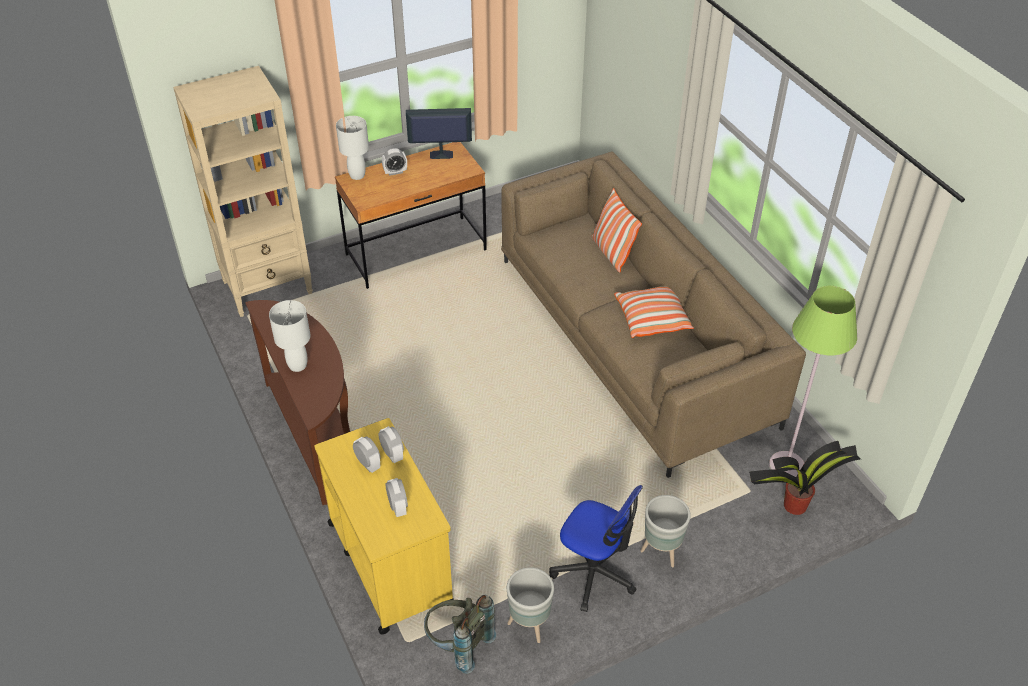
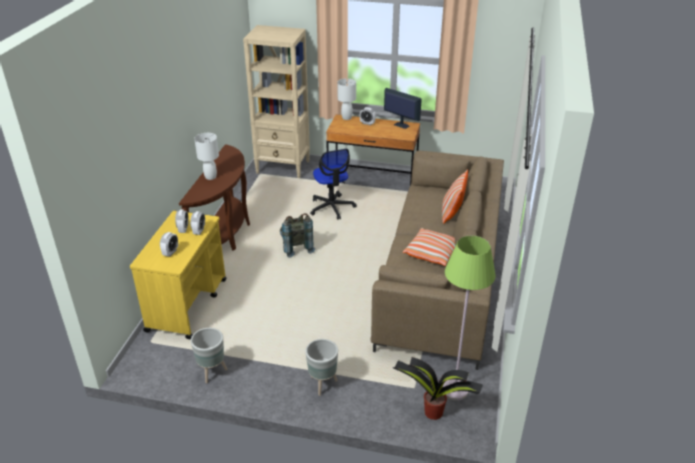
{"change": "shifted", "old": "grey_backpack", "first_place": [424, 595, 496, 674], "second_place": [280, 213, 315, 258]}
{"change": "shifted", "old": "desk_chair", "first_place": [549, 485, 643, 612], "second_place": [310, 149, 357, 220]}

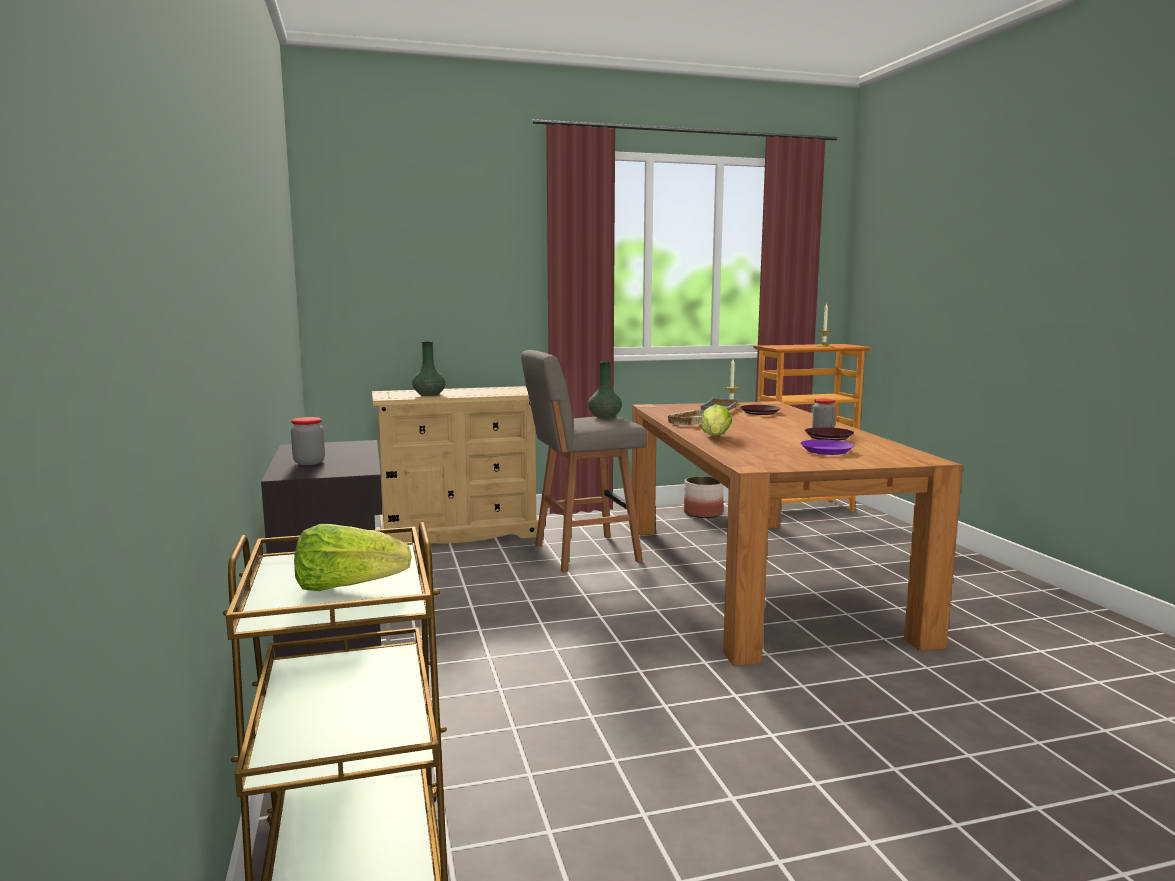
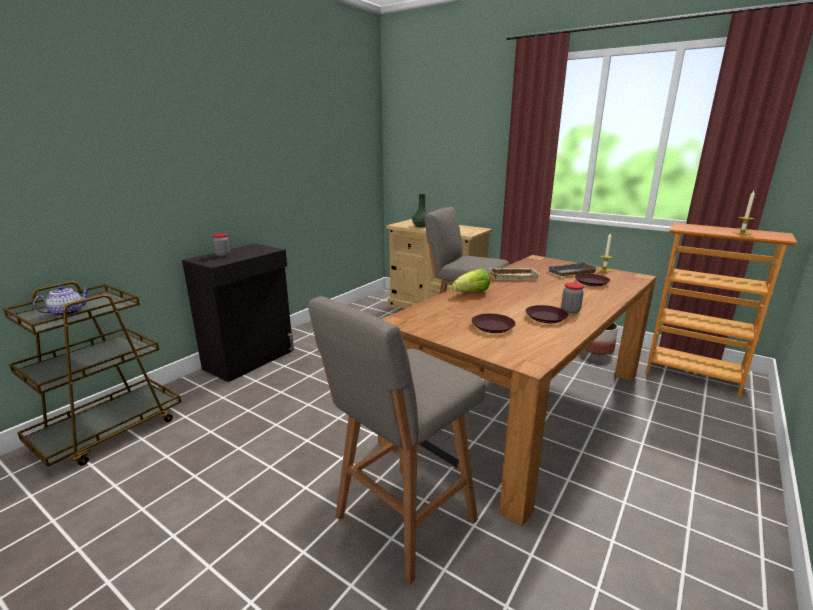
{"change": "swapped", "old": "lettuce", "new": "pot_for_tea", "first_place": [294, 524, 412, 591], "second_place": [33, 286, 90, 317]}
{"change": "new", "new": "grey_stool_seat", "second_place": [308, 296, 486, 584]}
{"change": "repainted", "old": "purple-coloured_dinner_plate", "new": "brown_dinner_plate", "first_place": [800, 440, 854, 455], "second_place": [471, 314, 516, 333]}
{"change": "gone", "old": "green-coloured_decorative_vase", "first_place": [588, 361, 622, 418]}

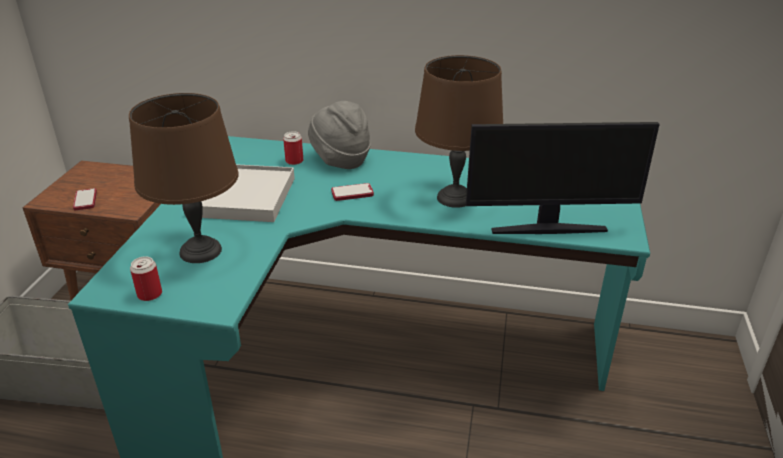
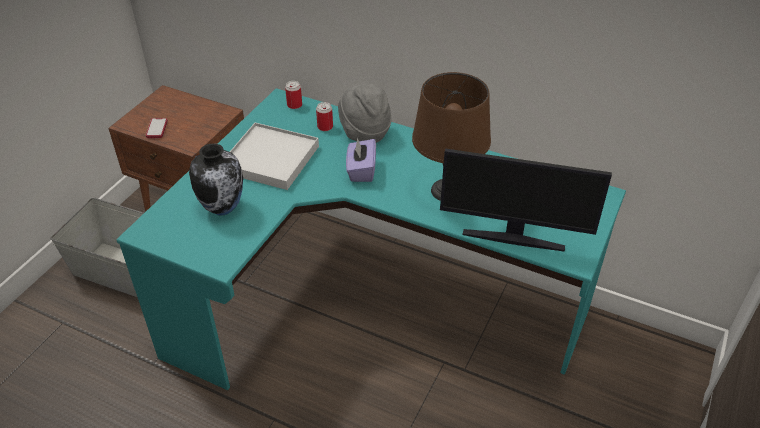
{"change": "swapped", "old": "brown_tabletop_lamp", "new": "decorative_vase", "first_place": [129, 93, 239, 263], "second_place": [189, 143, 243, 216]}
{"change": "shifted", "old": "can", "first_place": [130, 256, 162, 301], "second_place": [285, 81, 302, 109]}
{"change": "swapped", "old": "phone", "new": "purple-coloured_tissue_holder", "first_place": [331, 183, 374, 201], "second_place": [346, 137, 376, 182]}

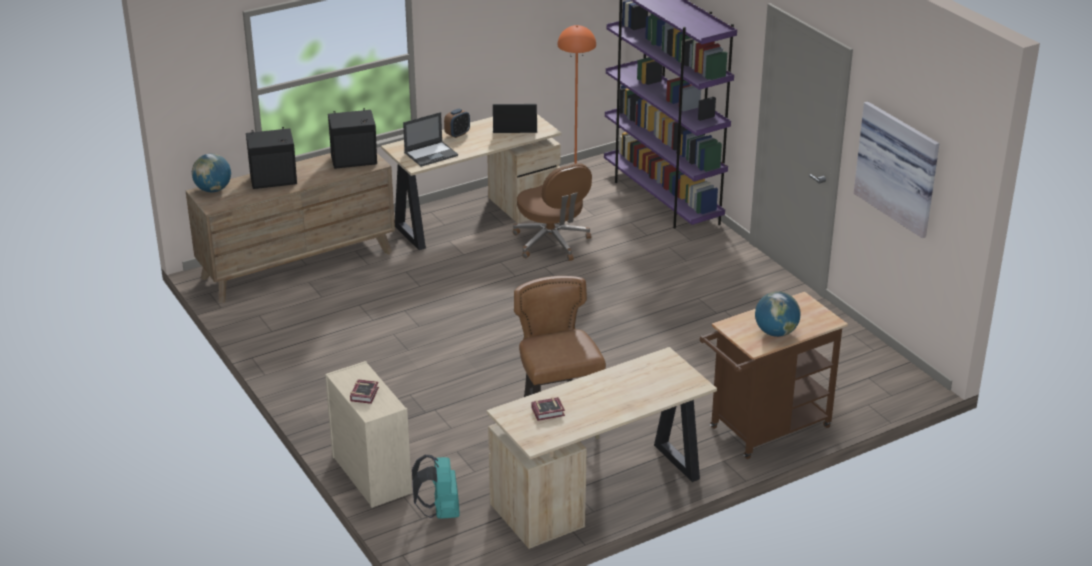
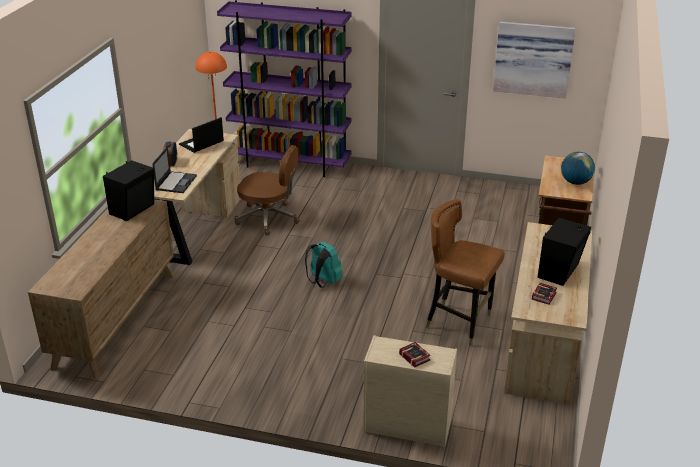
{"change": "shifted", "old": "blue-green_backpack", "first_place": [412, 455, 460, 519], "second_place": [305, 242, 343, 288]}
{"change": "shifted", "old": "black_loudspeaker", "first_place": [246, 127, 297, 189], "second_place": [538, 218, 591, 286]}
{"change": "gone", "old": "globe", "first_place": [192, 154, 231, 192]}

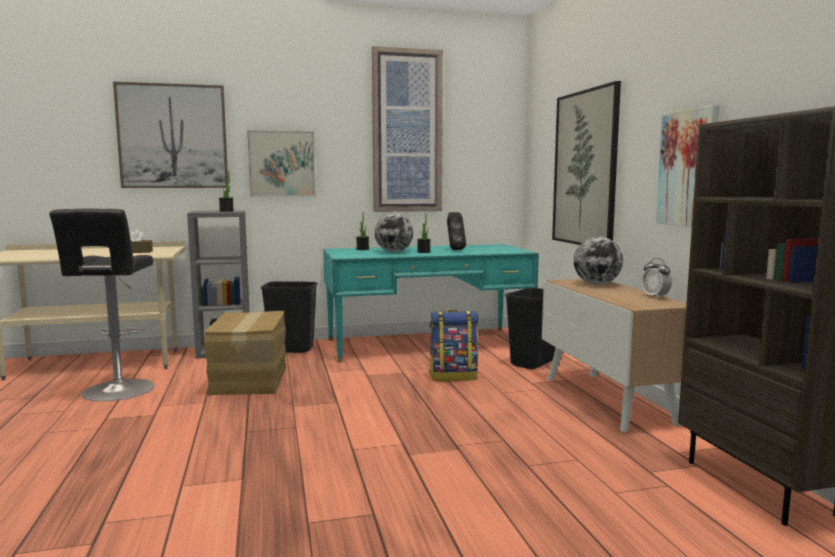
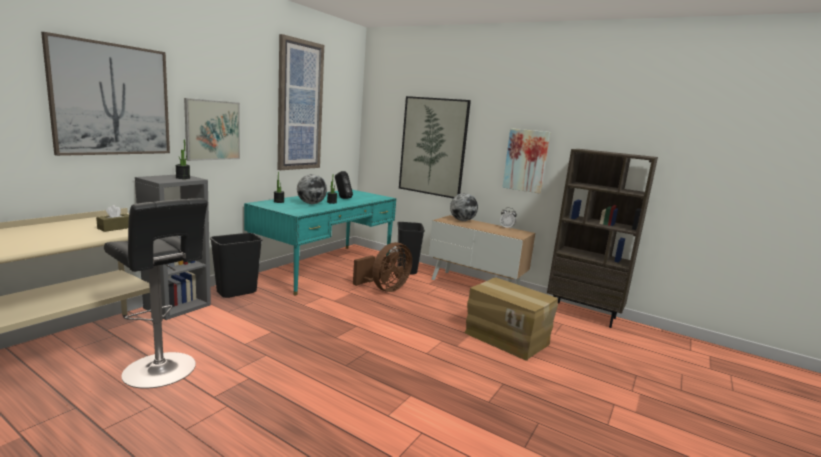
{"change": "swapped", "old": "backpack", "new": "brown_cooling_fan", "first_place": [429, 310, 478, 381], "second_place": [353, 242, 412, 292]}
{"change": "shifted", "old": "cardboard_box", "first_place": [204, 311, 286, 396], "second_place": [465, 278, 558, 361]}

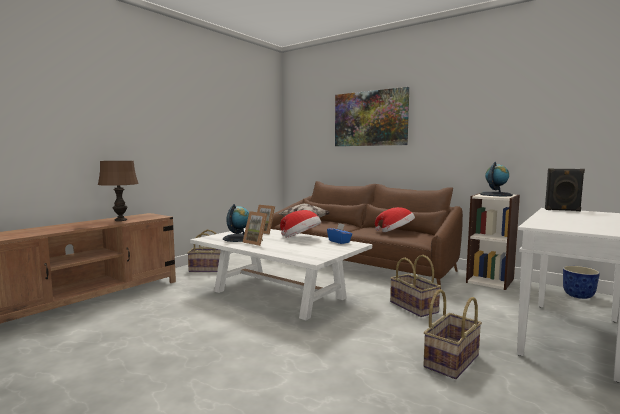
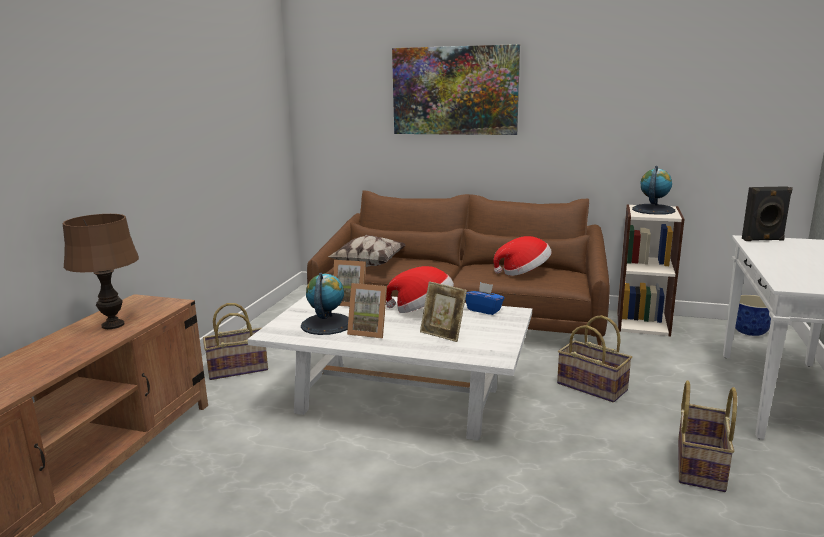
{"change": "new", "new": "picture_frame", "second_place": [420, 281, 467, 342]}

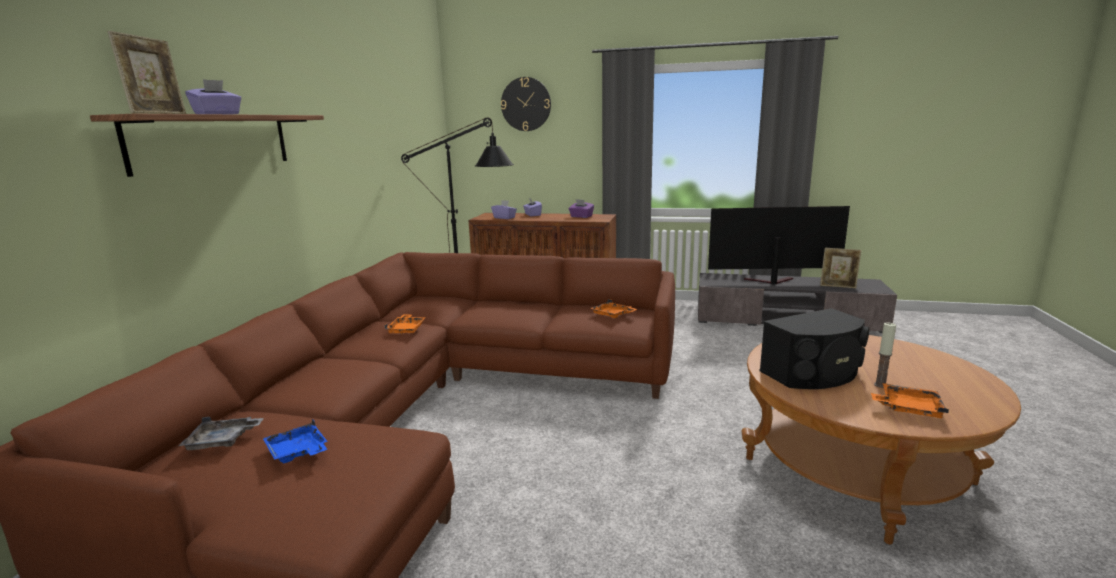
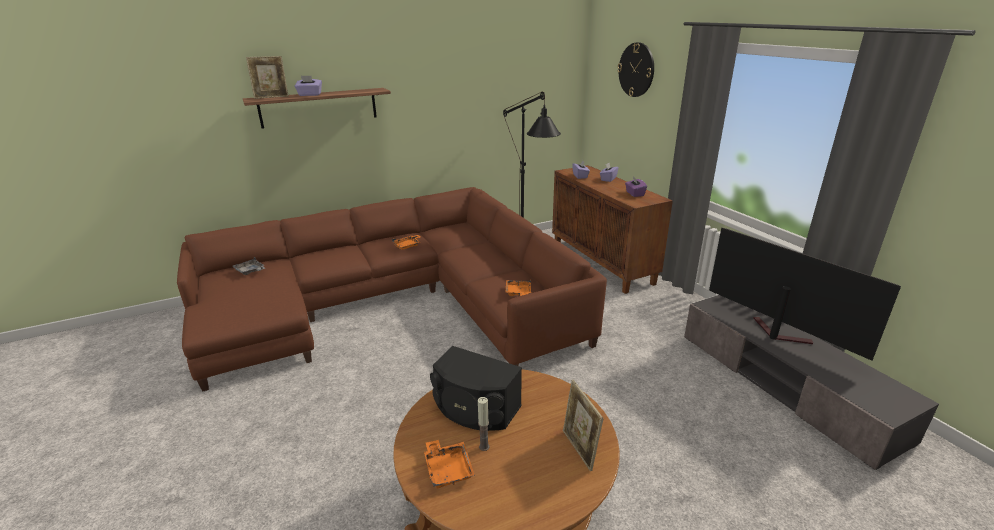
{"change": "shifted", "old": "picture_frame", "first_place": [820, 248, 862, 288], "second_place": [563, 380, 603, 471]}
{"change": "gone", "old": "bluish_carrying_tray", "first_place": [263, 419, 328, 464]}

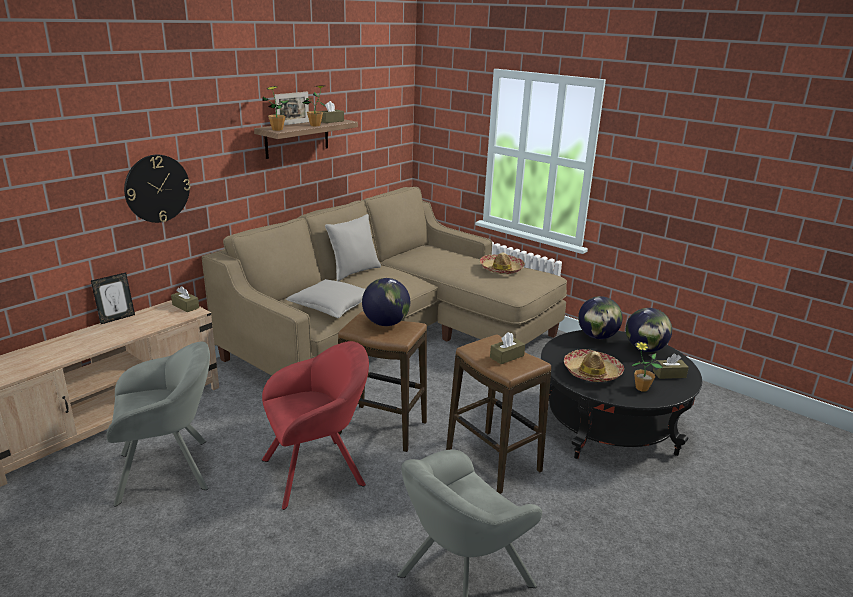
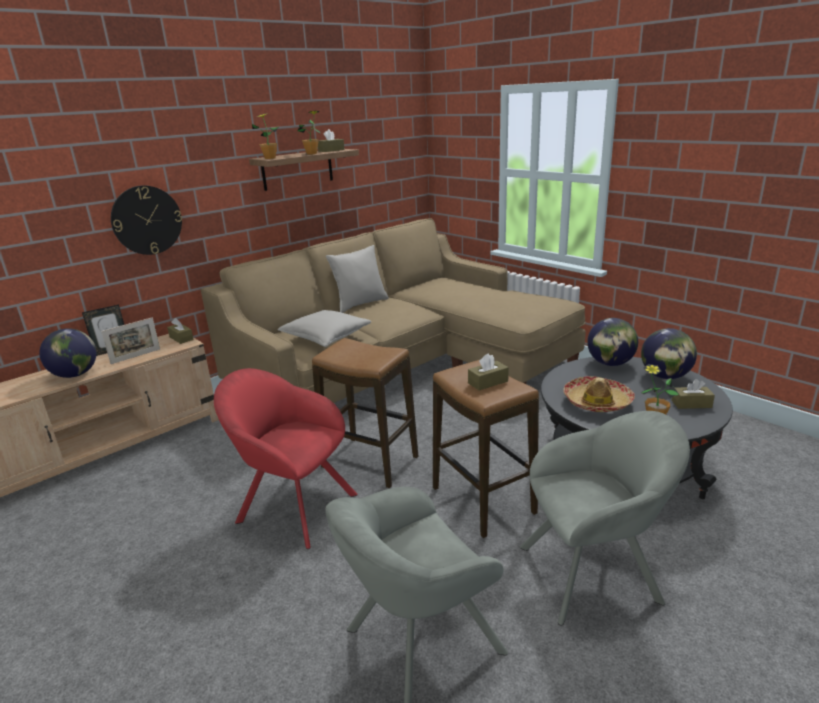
{"change": "shifted", "old": "globe", "first_place": [362, 278, 410, 326], "second_place": [39, 328, 97, 378]}
{"change": "shifted", "old": "picture_frame", "first_place": [275, 91, 309, 125], "second_place": [101, 318, 160, 364]}
{"change": "rotated", "old": "red_armchair", "first_place": [262, 341, 369, 510], "second_place": [214, 368, 358, 549], "degrees": -135}
{"change": "shifted", "old": "grey_armchair", "first_place": [106, 341, 210, 506], "second_place": [520, 411, 690, 626]}
{"change": "gone", "old": "wearable_hat", "first_place": [480, 252, 525, 274]}

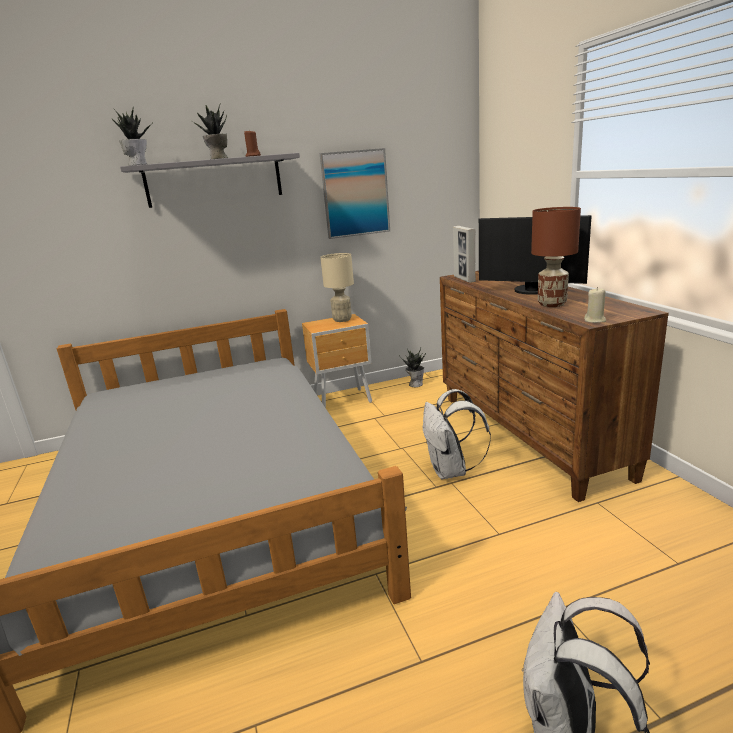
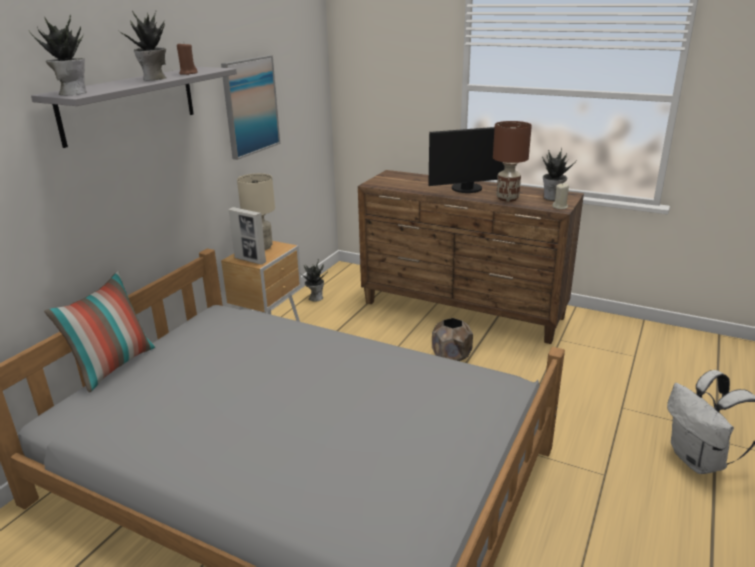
{"change": "new", "new": "pillow", "second_place": [44, 271, 155, 393]}
{"change": "shifted", "old": "picture_frame", "first_place": [453, 226, 476, 283], "second_place": [229, 207, 266, 265]}
{"change": "swapped", "old": "whitish_backpack", "new": "brown_planter", "first_place": [423, 389, 491, 480], "second_place": [432, 318, 473, 361]}
{"change": "new", "new": "plant_in_a_pot", "second_place": [542, 148, 576, 200]}

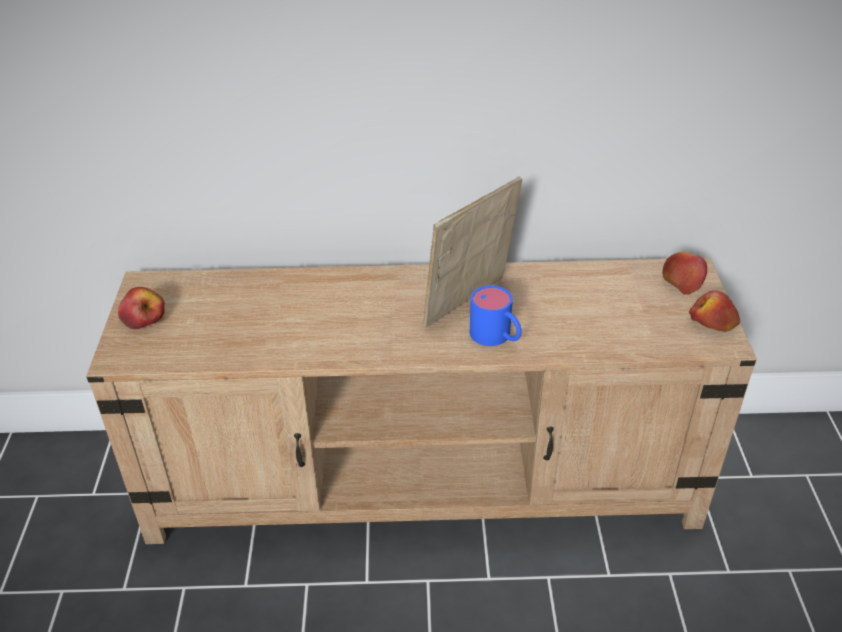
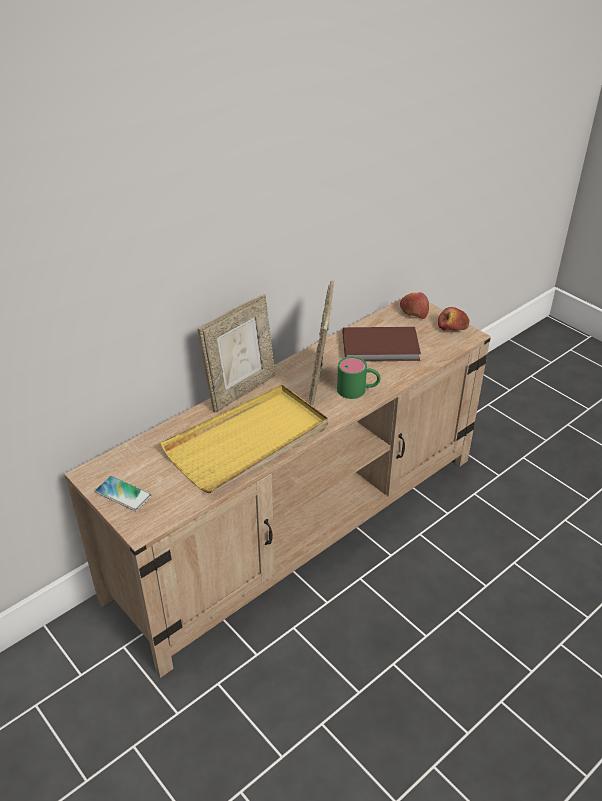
{"change": "swapped", "old": "apple", "new": "phone", "first_place": [118, 287, 165, 329], "second_place": [95, 476, 151, 511]}
{"change": "new", "new": "yellowish_carrying_tray", "second_place": [160, 385, 328, 493]}
{"change": "new", "new": "picture_frame", "second_place": [198, 294, 275, 412]}
{"change": "repainted", "old": "bluish_coffee_mug", "new": "green-coloured_coffee_mug", "first_place": [470, 285, 522, 346], "second_place": [337, 356, 380, 399]}
{"change": "new", "new": "brown_book", "second_place": [343, 327, 421, 361]}

